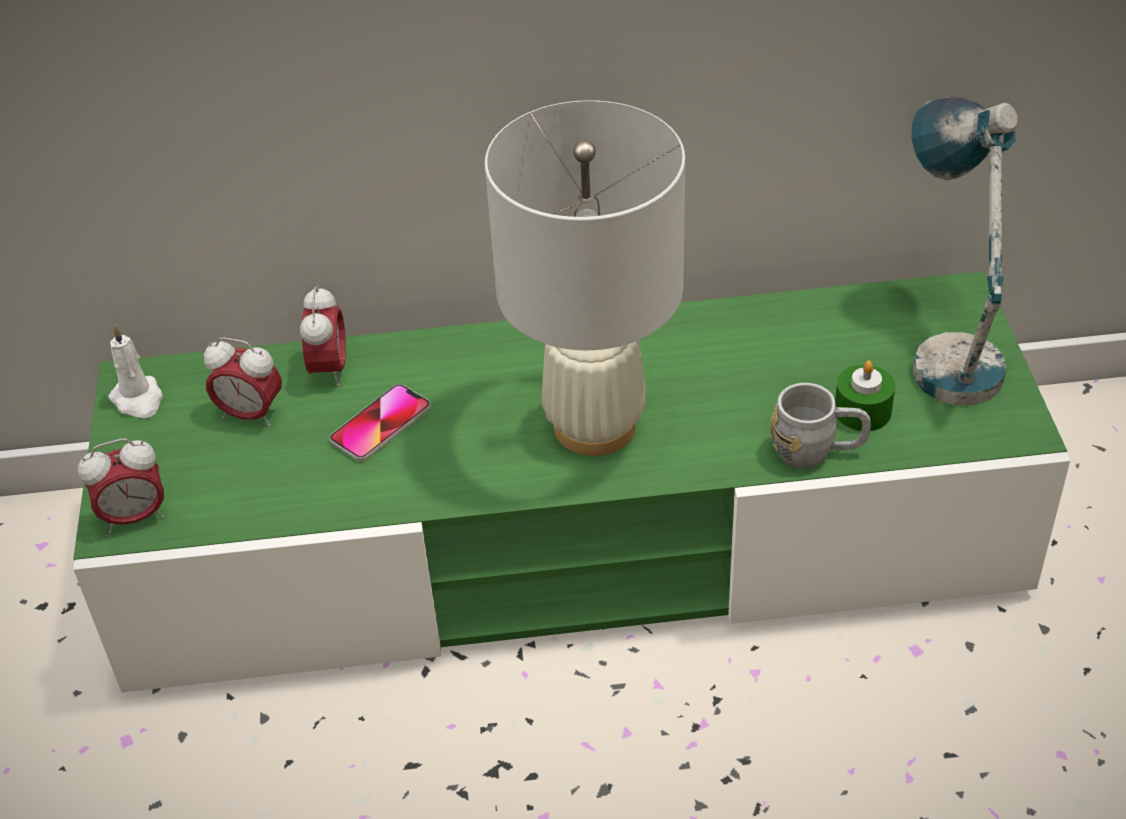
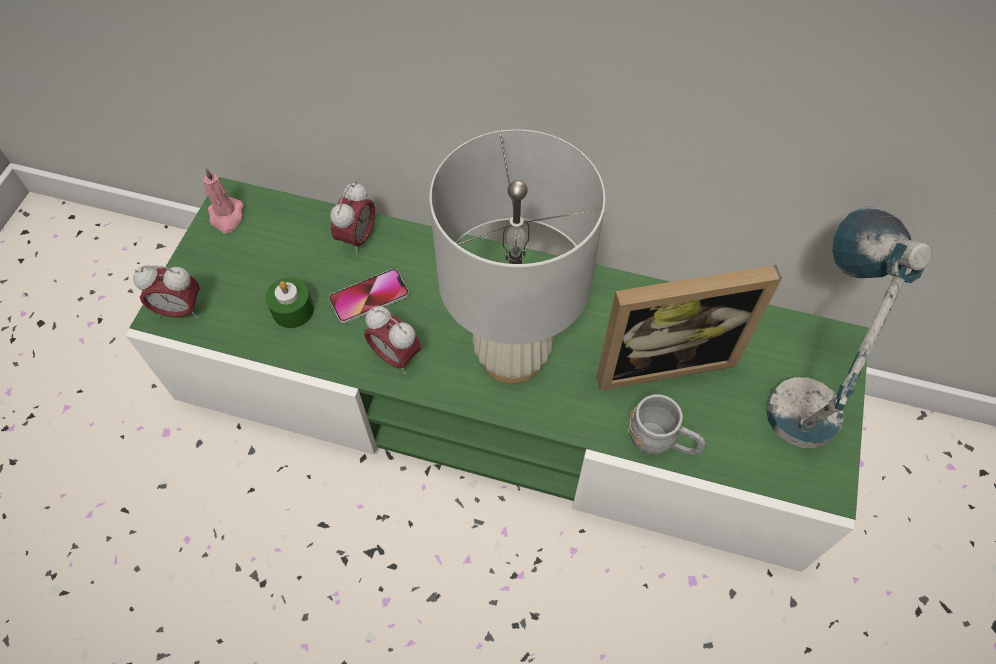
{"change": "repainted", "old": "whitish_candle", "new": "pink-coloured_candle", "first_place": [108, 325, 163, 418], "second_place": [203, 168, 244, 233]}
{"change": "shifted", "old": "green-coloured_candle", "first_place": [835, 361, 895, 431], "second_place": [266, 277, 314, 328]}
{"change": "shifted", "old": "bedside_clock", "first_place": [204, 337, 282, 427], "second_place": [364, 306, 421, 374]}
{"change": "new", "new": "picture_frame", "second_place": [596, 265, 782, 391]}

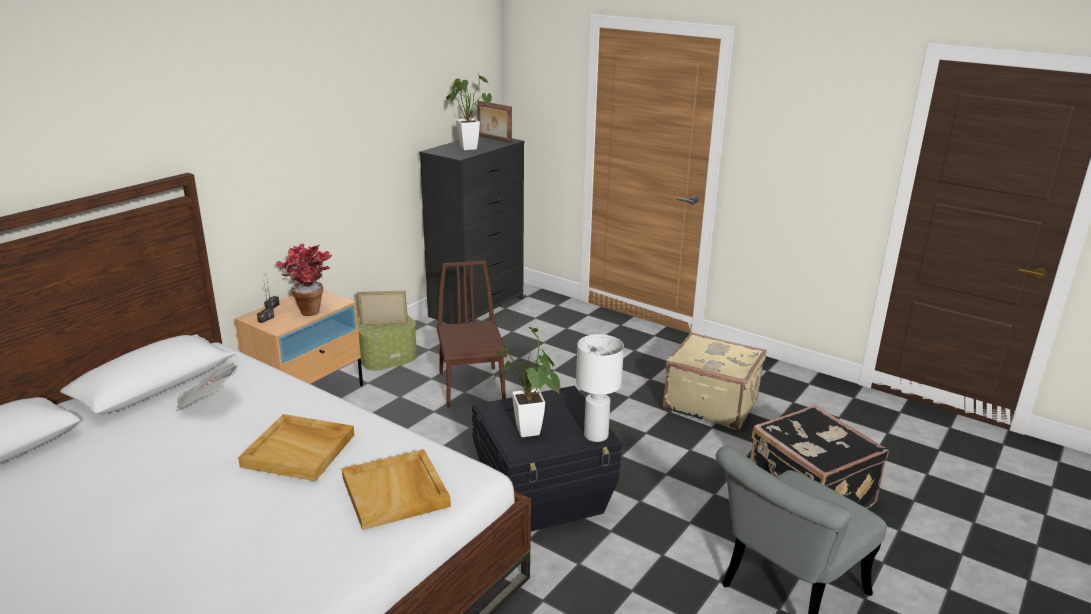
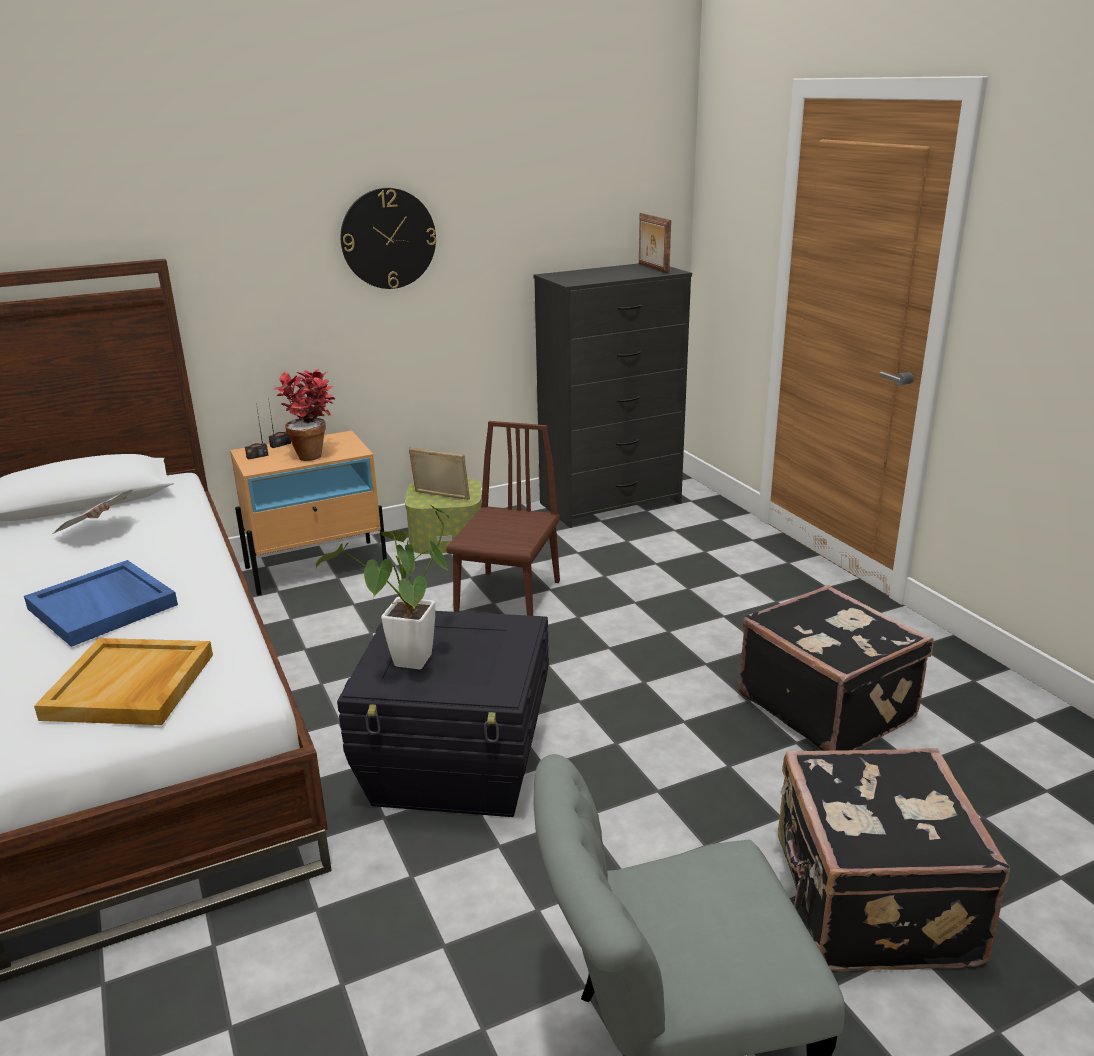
{"change": "repainted", "old": "sand-coloured_carrying_tray", "new": "bluish_carrying_tray", "first_place": [238, 414, 354, 481], "second_place": [24, 560, 178, 647]}
{"change": "new", "new": "clock_on_the_wall", "second_place": [341, 188, 436, 289]}
{"change": "repainted", "old": "sand-coloured_piece_of_luggage", "new": "black_piece_of_luggage", "first_place": [663, 332, 766, 430], "second_place": [738, 585, 934, 751]}
{"change": "gone", "old": "plant_in_a_pot", "first_place": [446, 74, 492, 150]}
{"change": "gone", "old": "whitish_tabletop_lamp", "first_place": [576, 334, 624, 442]}

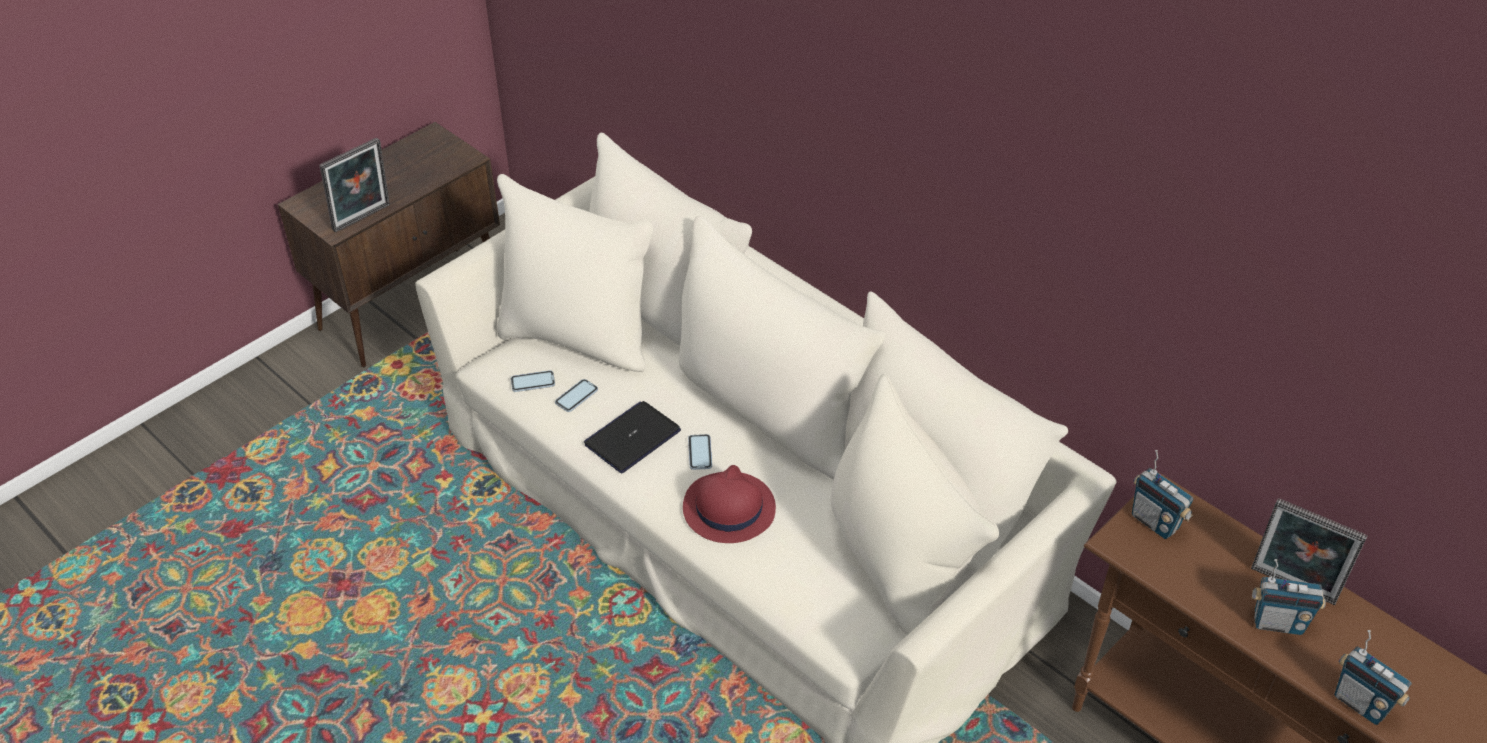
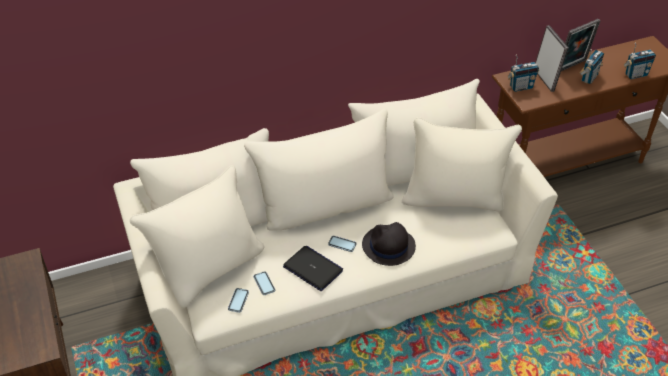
{"change": "rotated", "old": "portable_computer", "first_place": [584, 401, 681, 473], "second_place": [283, 246, 343, 291], "degrees": 150}
{"change": "repainted", "old": "red_wearable_hat", "new": "black_wearable_hat", "first_place": [683, 465, 776, 543], "second_place": [362, 222, 416, 266]}
{"change": "shifted", "old": "picture_frame", "first_place": [320, 138, 390, 232], "second_place": [535, 25, 569, 92]}

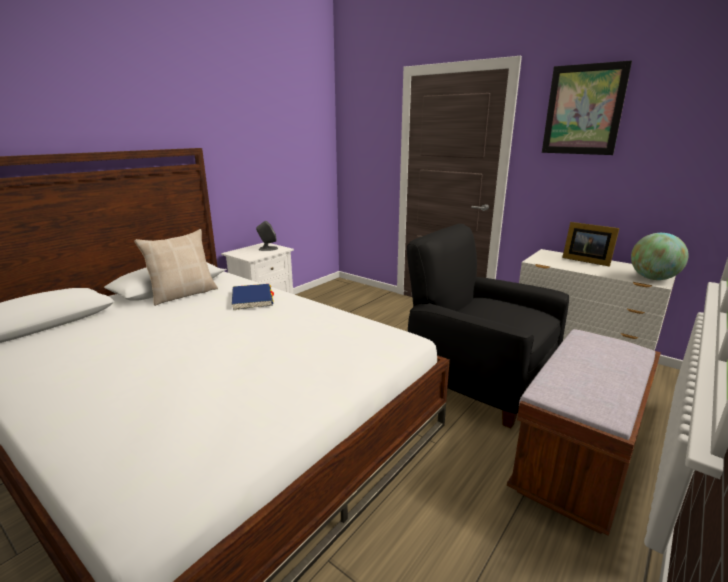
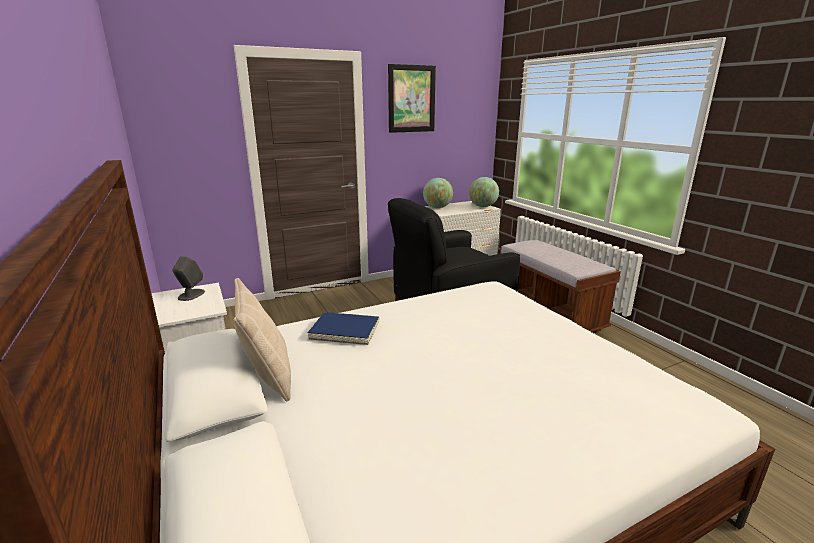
{"change": "swapped", "old": "picture_frame", "new": "globe", "first_place": [562, 222, 620, 267], "second_place": [423, 178, 453, 208]}

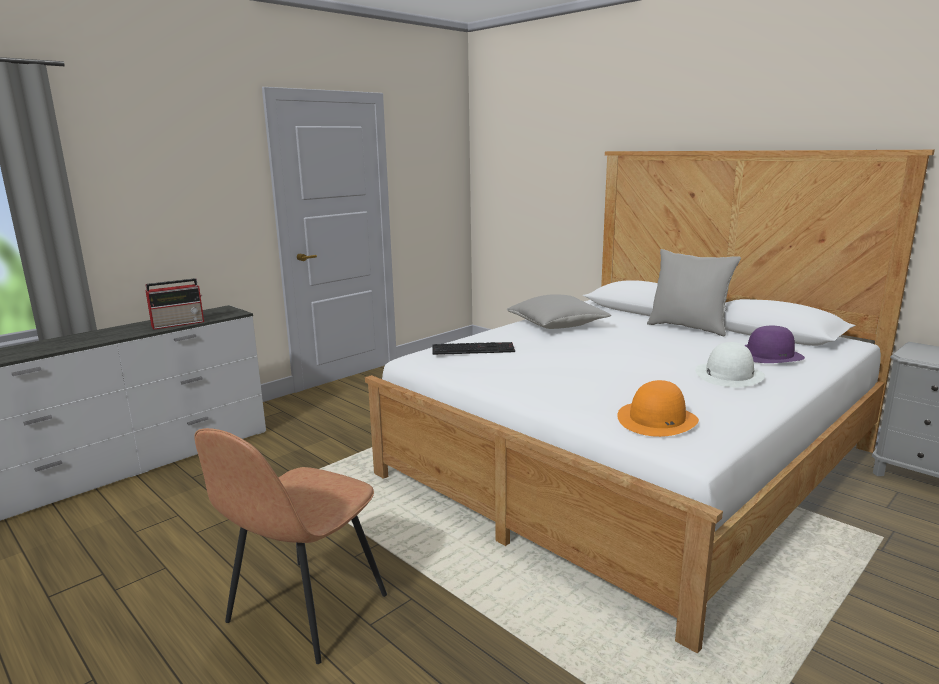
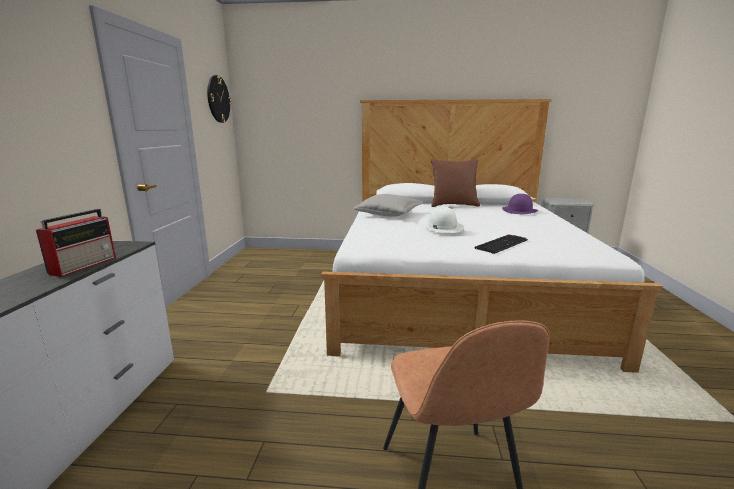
{"change": "new", "new": "clock_on_the_wall", "second_place": [207, 75, 231, 123]}
{"change": "shifted", "old": "whitish_wearable_hat", "first_place": [695, 342, 765, 387], "second_place": [421, 206, 464, 233]}
{"change": "repainted", "old": "grey_pillow", "new": "brown_pillow", "first_place": [647, 249, 741, 336], "second_place": [431, 159, 480, 207]}
{"change": "shifted", "old": "keyboard", "first_place": [432, 342, 515, 355], "second_place": [475, 234, 528, 254]}
{"change": "gone", "old": "orange-coloured_wearable_hat", "first_place": [617, 380, 699, 437]}

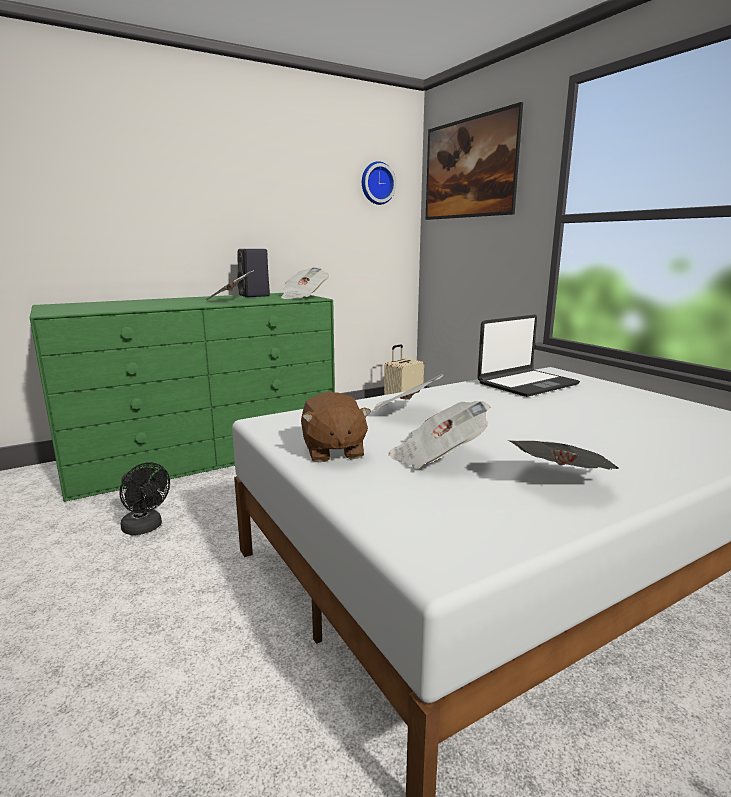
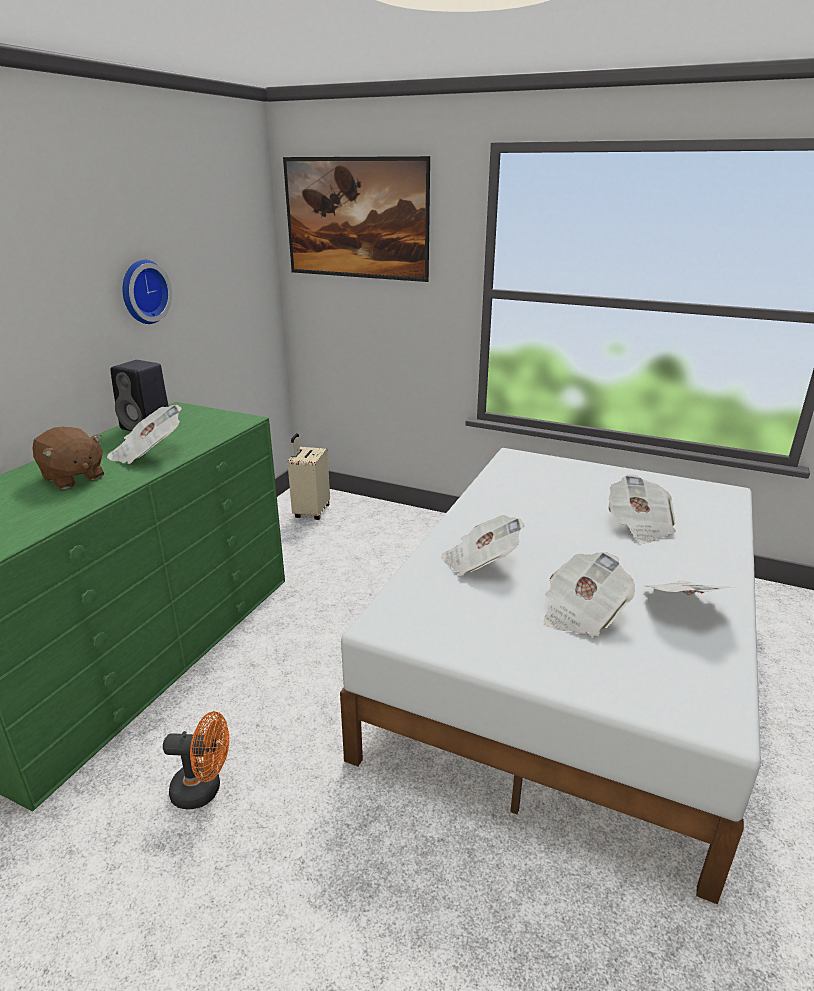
{"change": "shifted", "old": "brown_soft_toy", "first_place": [301, 392, 371, 462], "second_place": [33, 427, 104, 489]}
{"change": "shifted", "old": "clock_on_the_wall", "first_place": [362, 161, 396, 205], "second_place": [123, 260, 172, 324]}
{"change": "repainted", "old": "black_cooling_fan", "new": "orange-coloured_cooling_fan", "first_place": [119, 462, 170, 535], "second_place": [163, 711, 229, 809]}
{"change": "shifted", "old": "daily_paper", "first_place": [281, 267, 329, 299], "second_place": [608, 475, 676, 544]}
{"change": "gone", "old": "portable_computer", "first_place": [477, 315, 580, 397]}

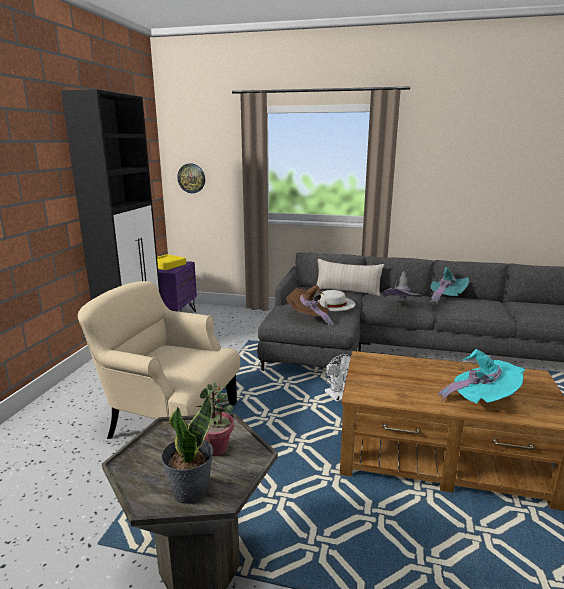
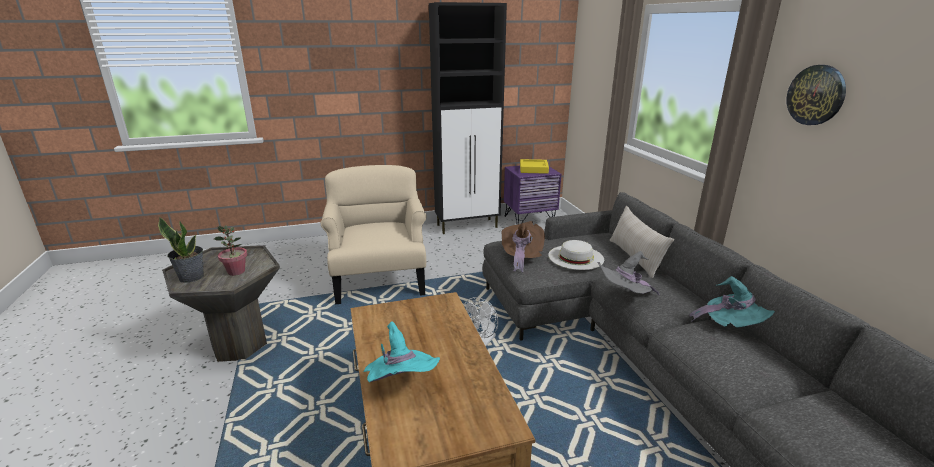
{"change": "shifted", "old": "clock_on_the_wall", "first_place": [177, 164, 205, 193], "second_place": [787, 65, 846, 125]}

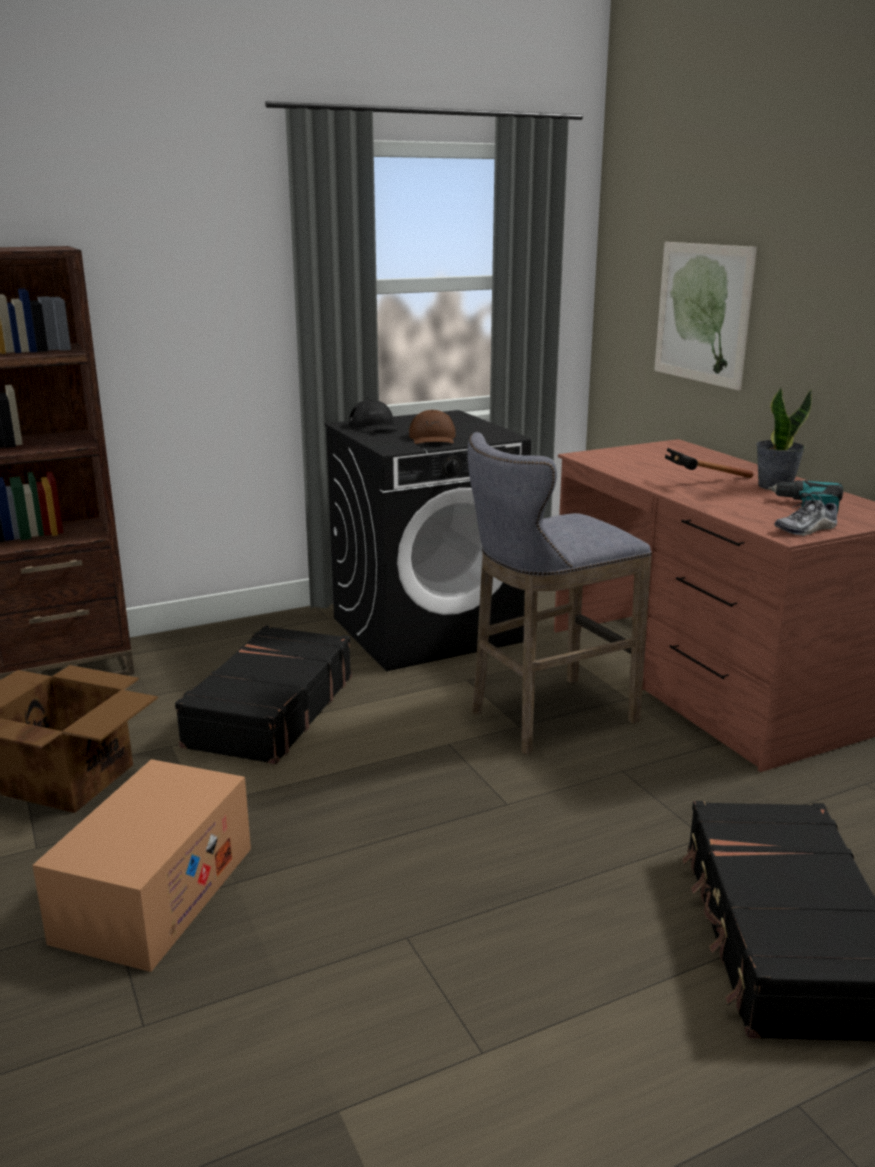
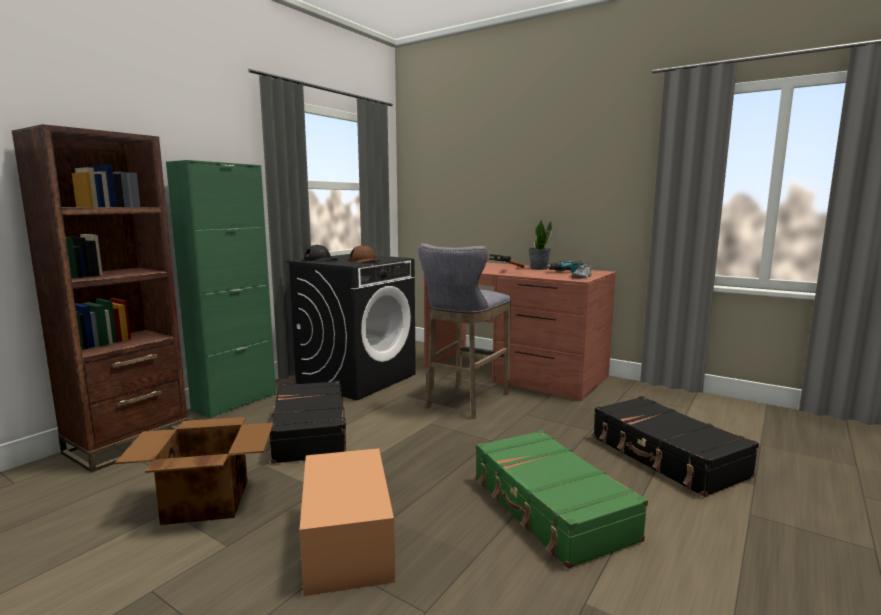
{"change": "new", "new": "green-coloured_cabinet", "second_place": [166, 160, 276, 418]}
{"change": "new", "new": "green-coloured_piece_of_luggage", "second_place": [476, 430, 648, 569]}
{"change": "gone", "old": "wall_art", "first_place": [654, 242, 757, 390]}

